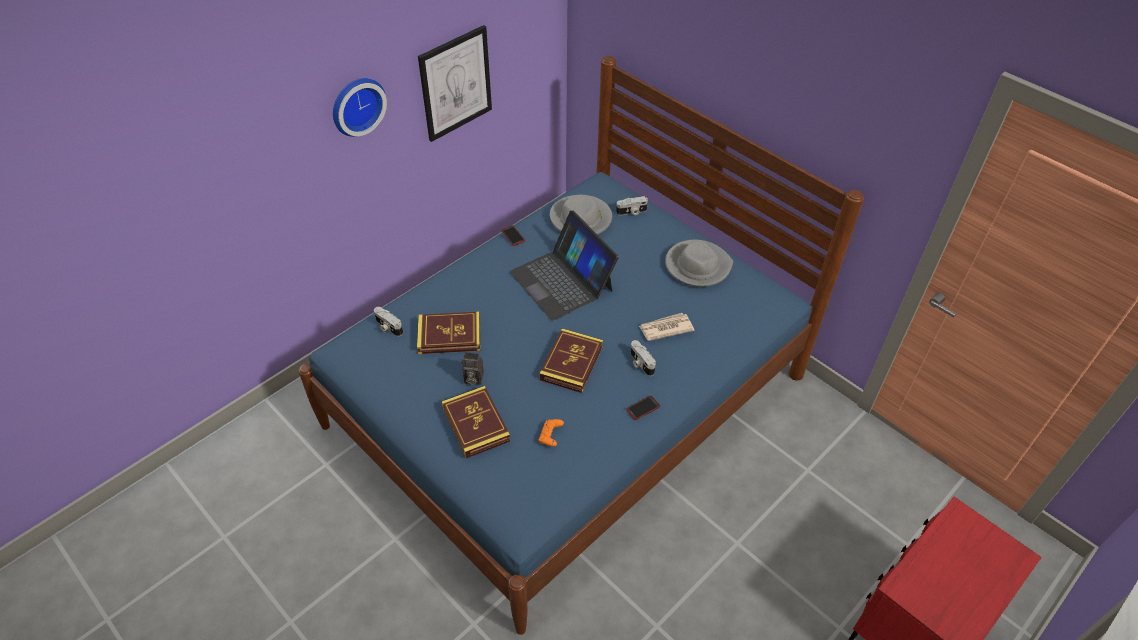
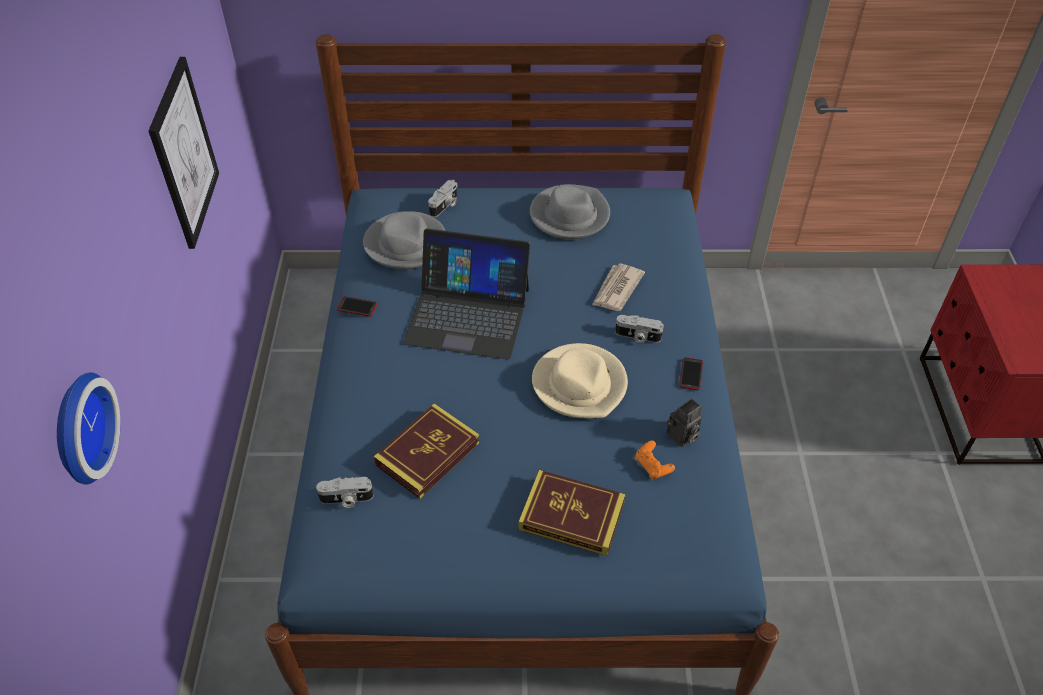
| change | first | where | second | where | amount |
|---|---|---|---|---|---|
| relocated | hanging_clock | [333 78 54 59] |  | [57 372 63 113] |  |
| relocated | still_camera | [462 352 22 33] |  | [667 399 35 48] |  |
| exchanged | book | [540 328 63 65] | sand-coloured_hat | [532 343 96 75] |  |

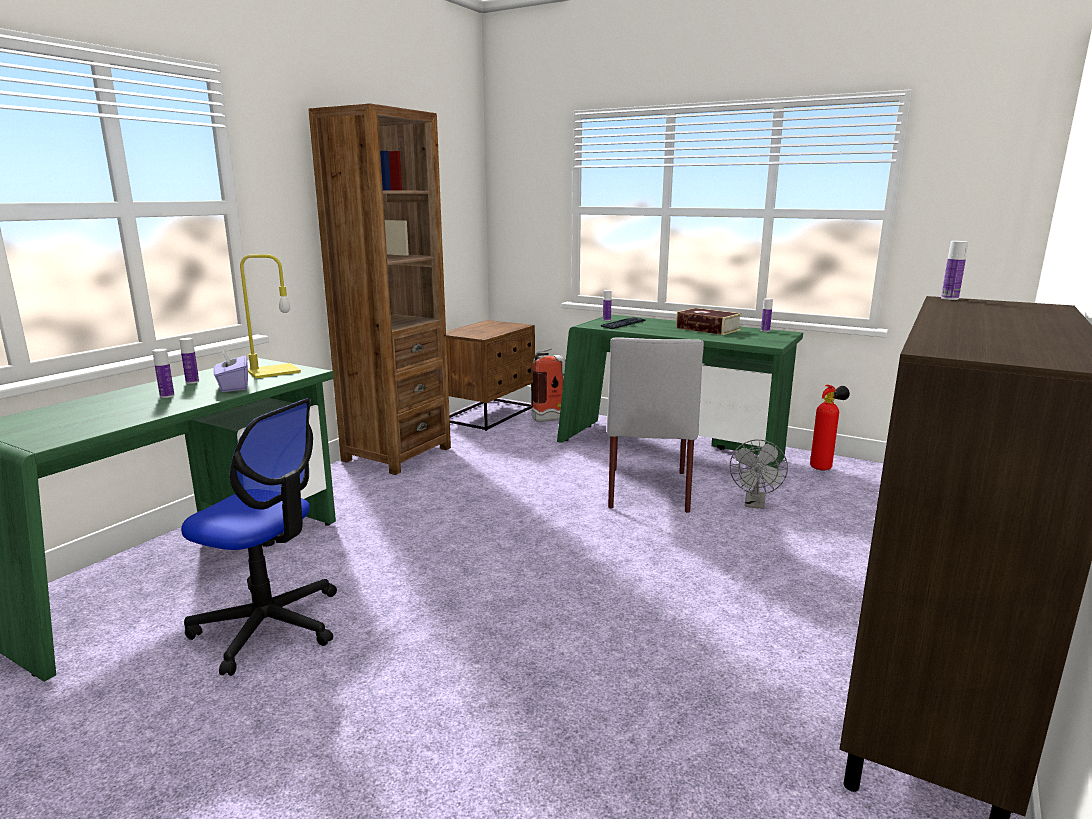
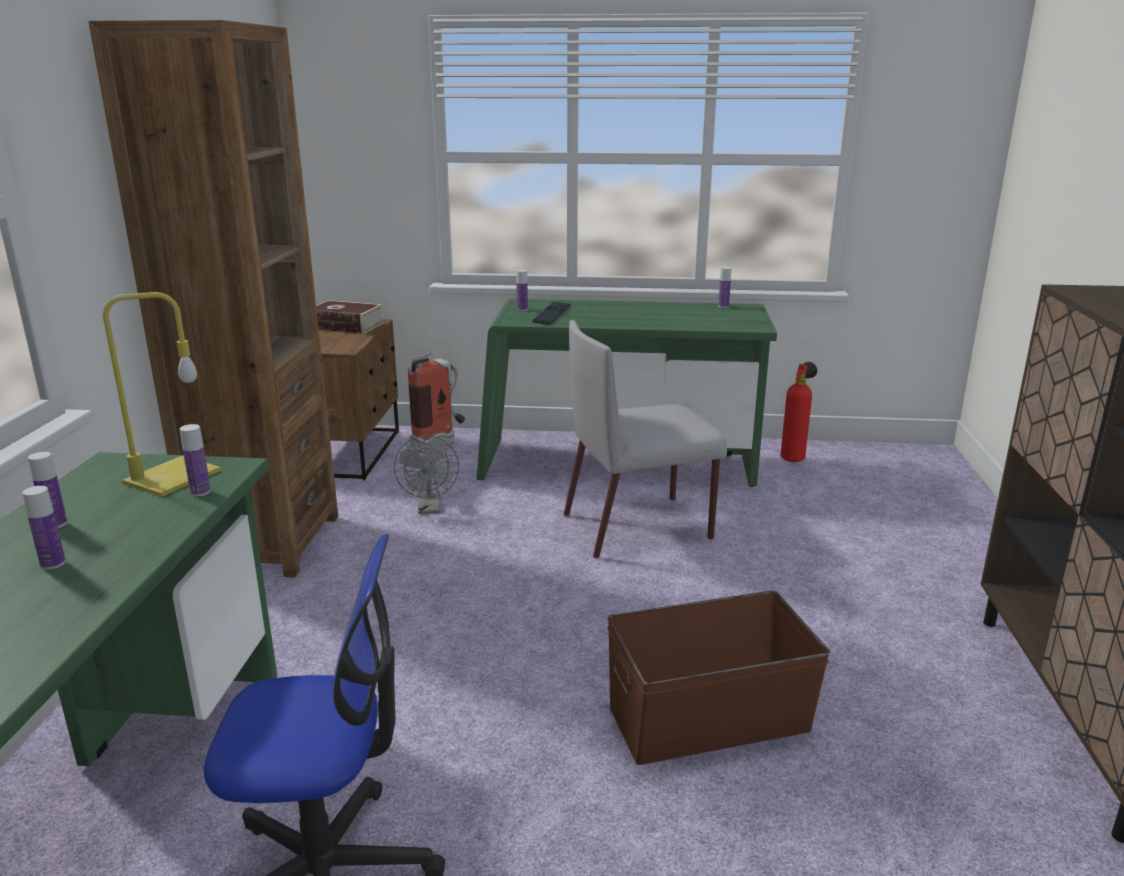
| change | first | where | second | where | amount |
|---|---|---|---|---|---|
| missing | purple_tissue_box | [213 349 35 43] |  |  |  |
| appeared |  |  | brownish_storage_bin | [607 591 223 174] |  |
| relocated | book | [676 308 66 27] |  | [316 300 68 34] |  |
| relocated | gray_cooling_fan | [730 440 58 69] |  | [394 435 65 79] |  |
| relocated | drink_bottle | [941 241 27 59] |  | [180 424 31 72] |  |
| spun | gray_chair | [606 337 98 176] |  | [564 320 163 239] | 90 degrees clockwise |

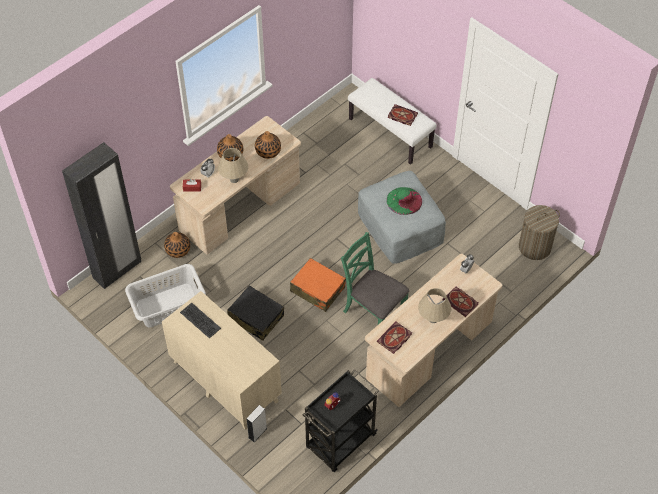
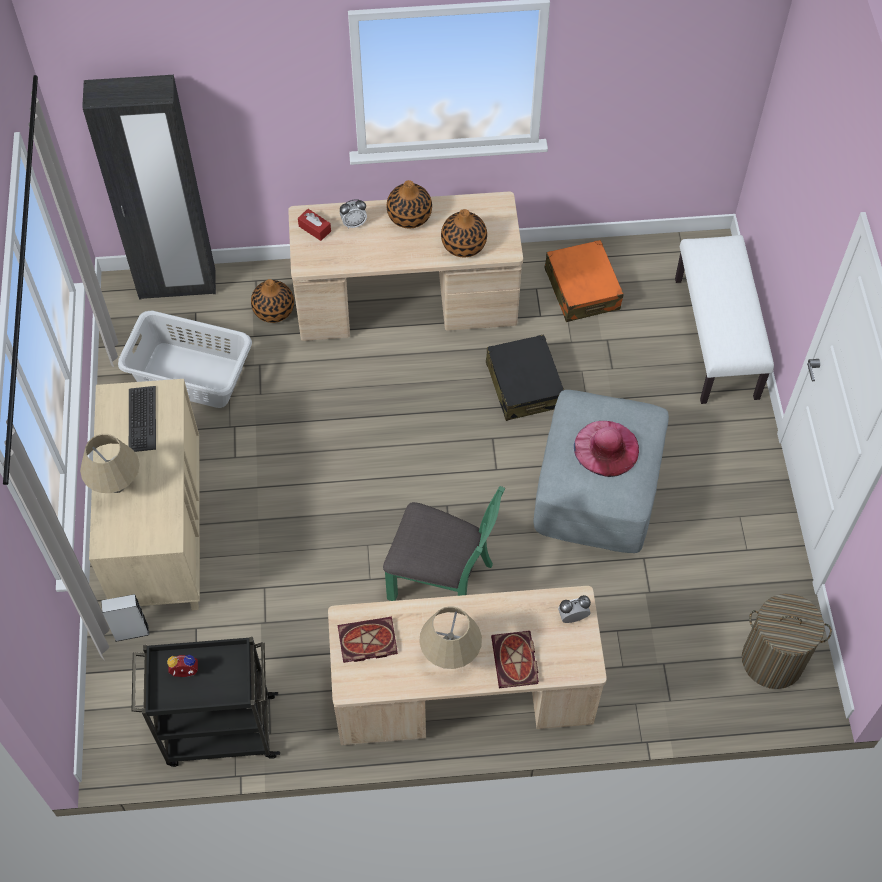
| change | first | where | second | where | amount |
|---|---|---|---|---|---|
| missing | book | [388 104 30 22] |  |  |  |
| relocated | sand-coloured_table_lamp | [218 148 30 35] |  | [80 434 60 59] |  |
| relocated | black-coloured_piece_of_luggage | [227 285 57 56] |  | [486 335 78 86] |  |
| relocated | orangey_piece_of_luggage | [290 258 56 54] |  | [545 240 79 82] |  |
| colour | green-coloured_hat | [387 187 35 28] | pinkish_hat | [574 421 65 56] |  |
| spun | green-coloured_chair | [341 232 68 93] |  | [383 486 122 115] | 120 degrees clockwise |

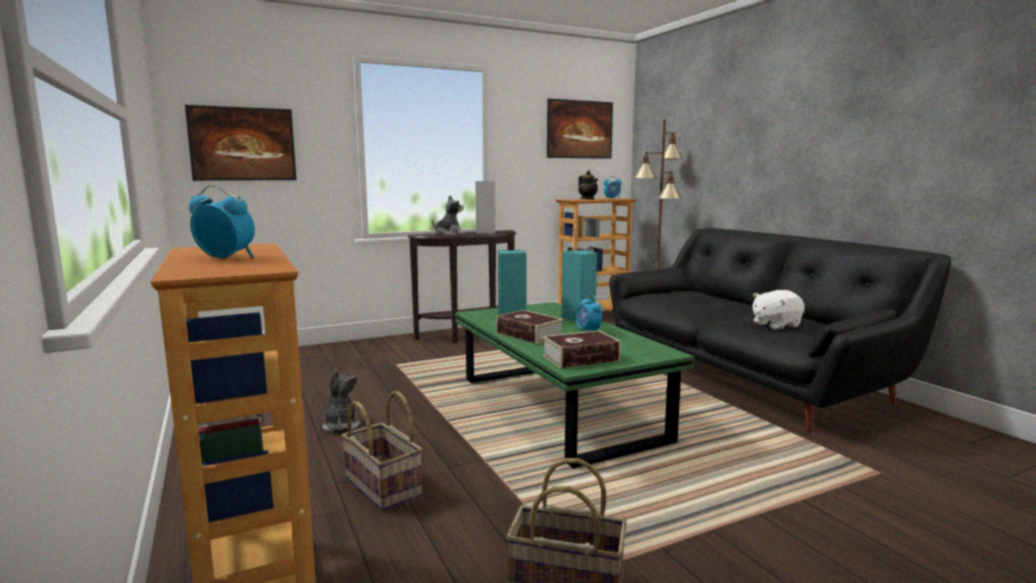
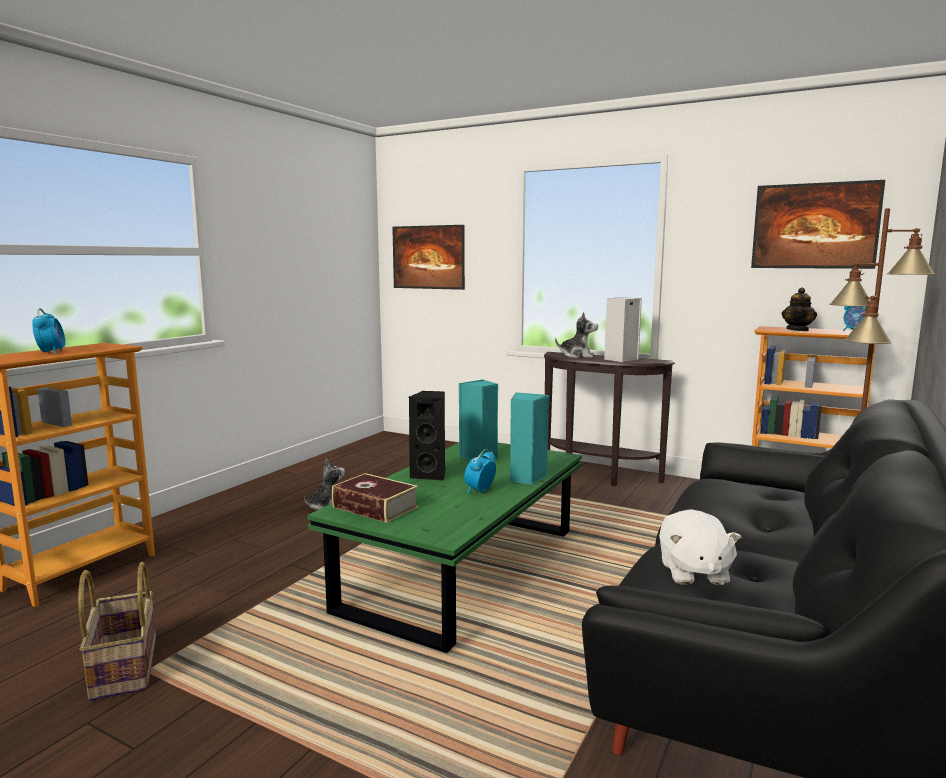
| change | first | where | second | where | amount |
|---|---|---|---|---|---|
| missing | storage_basket | [341 391 81 120] |  |  |  |
| exchanged | book | [496 310 68 34] | black-coloured_audio_speaker | [409 391 36 89] |  |
| spun | white_soft_toy | [752 290 53 40] |  | [659 509 82 76] | 120 degrees counterclockwise |

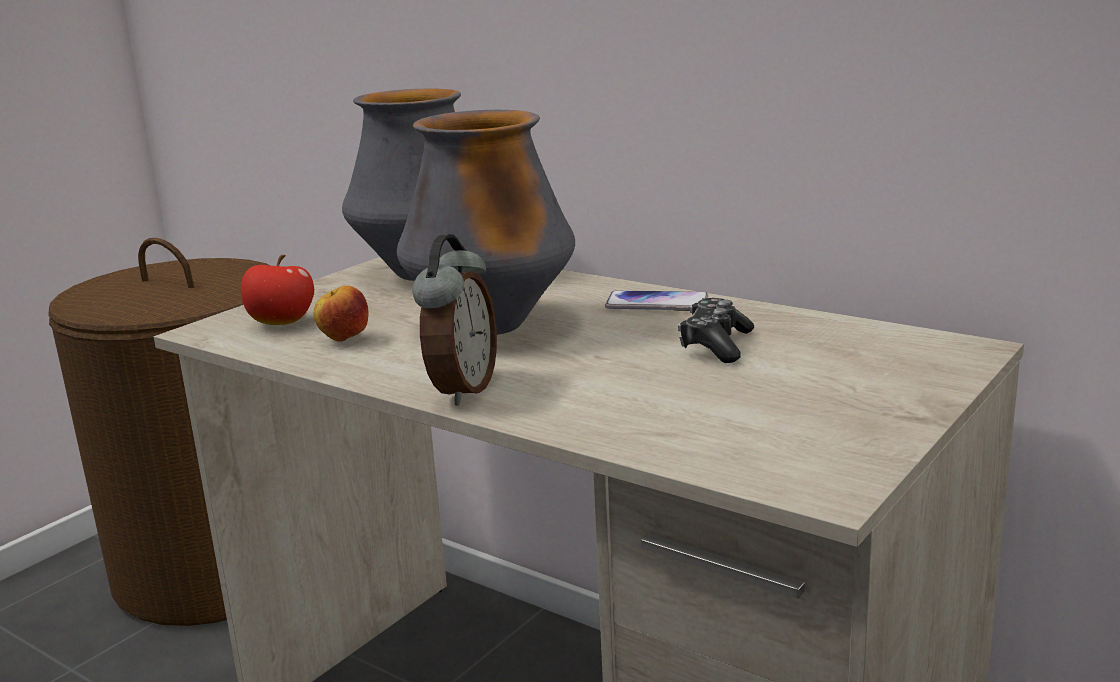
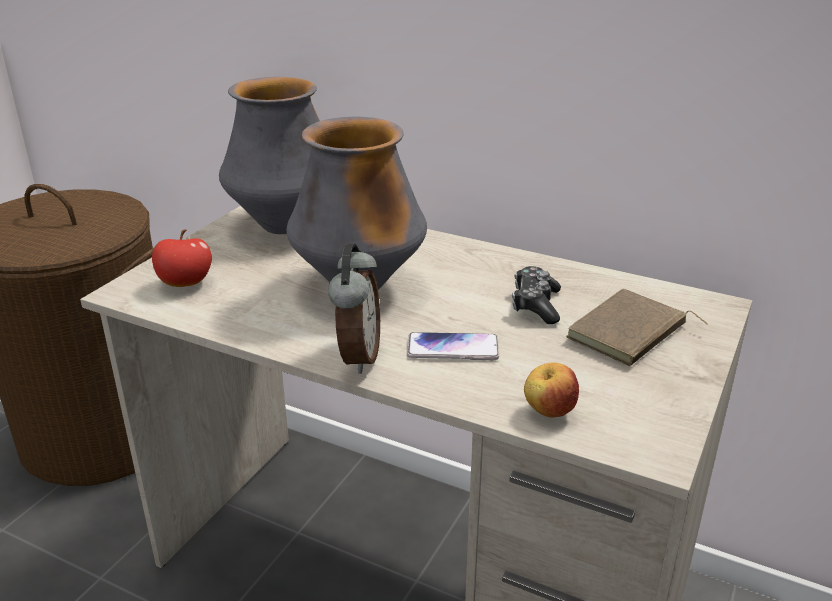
| change | first | where | second | where | amount |
|---|---|---|---|---|---|
| appeared |  |  | brownish_book | [566 288 142 78] |  |
| relocated | apple | [313 285 55 57] |  | [524 362 55 56] |  |
| relocated | handset | [605 291 103 20] |  | [407 332 92 28] |  |

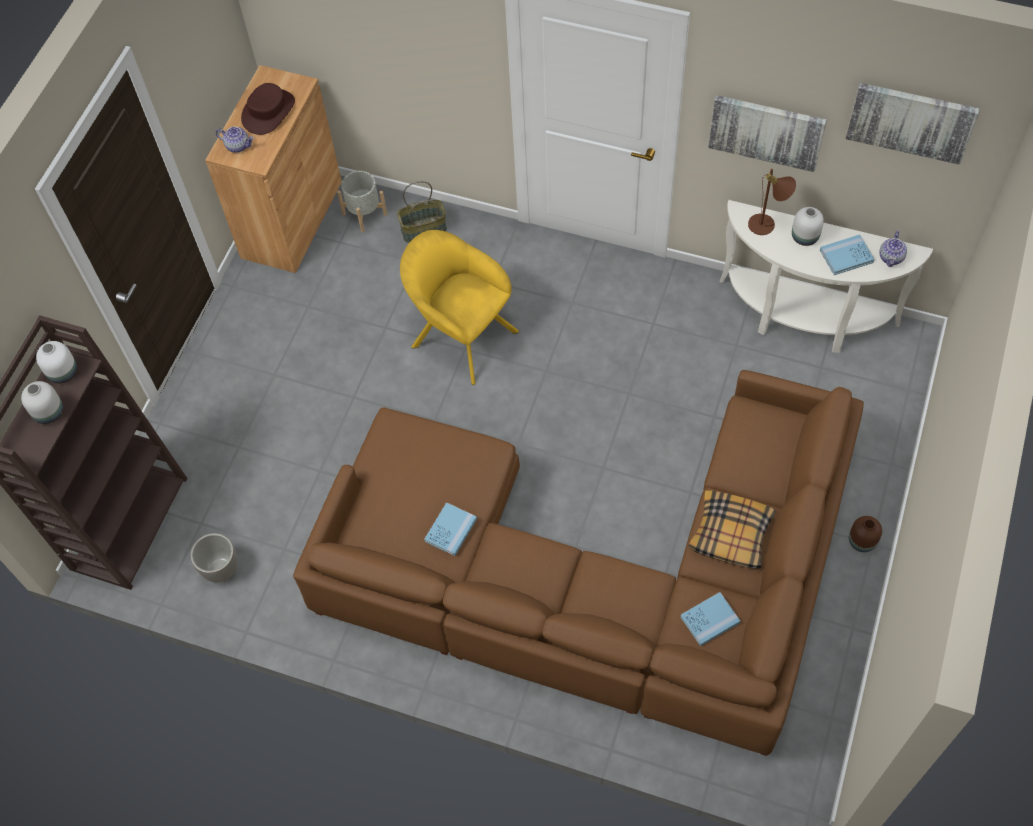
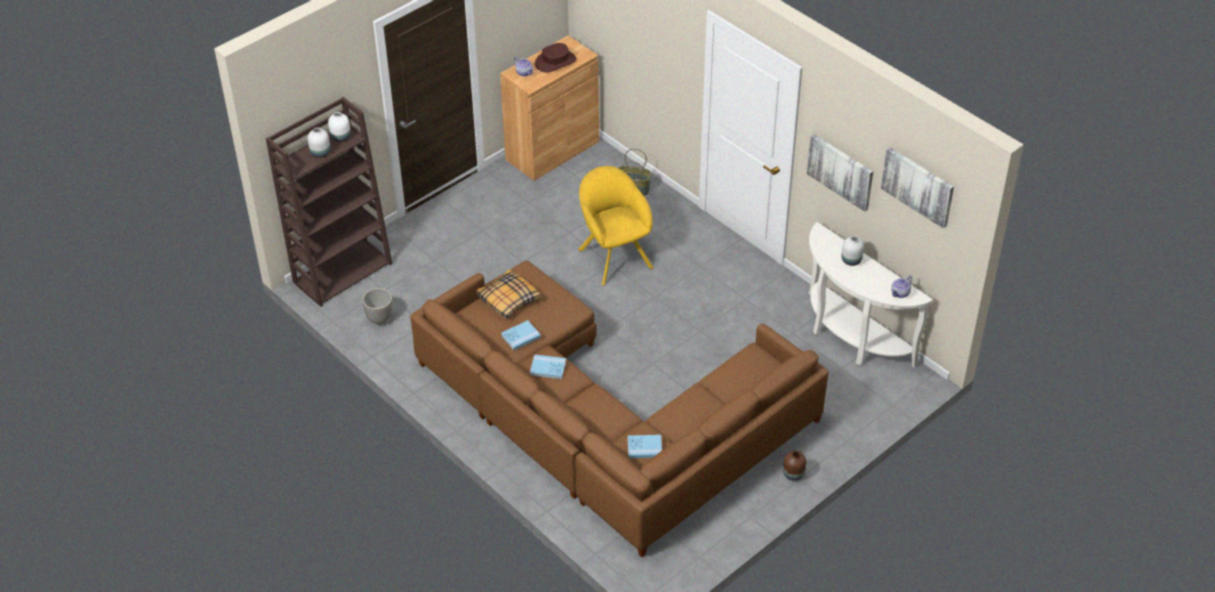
| change | first | where | second | where | amount |
|---|---|---|---|---|---|
| missing | gray_planter | [337 171 50 61] |  |  |  |
| missing | brownish_table_lamp | [748 169 48 66] |  |  |  |
| relocated | cushion | [688 491 88 78] |  | [476 270 65 49] |  |
| relocated | bluish_book | [820 235 55 40] |  | [530 354 36 25] |  |

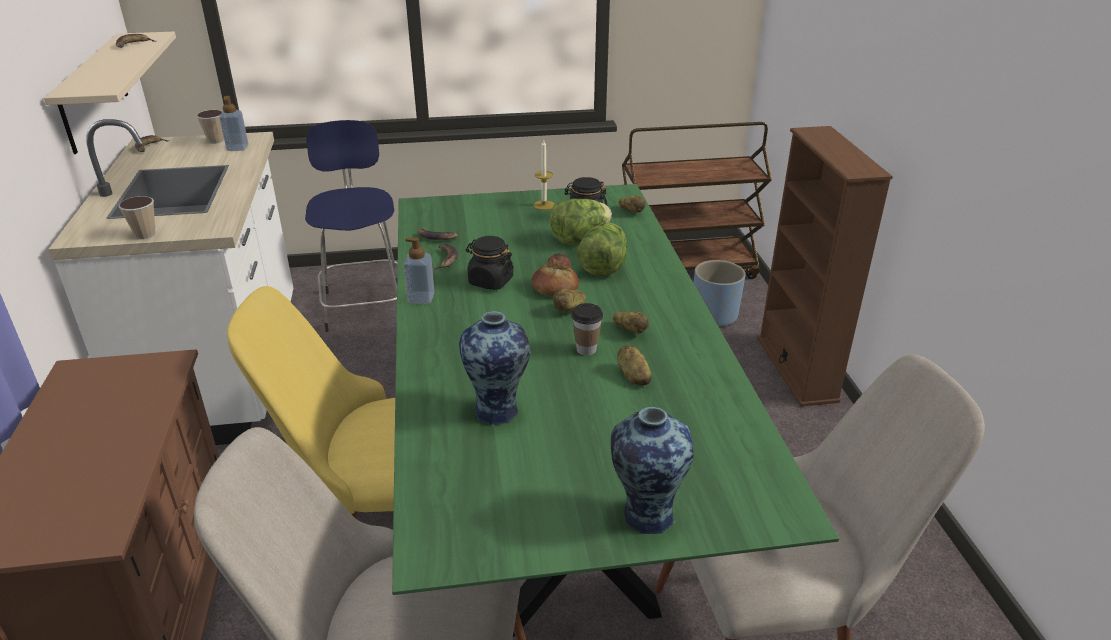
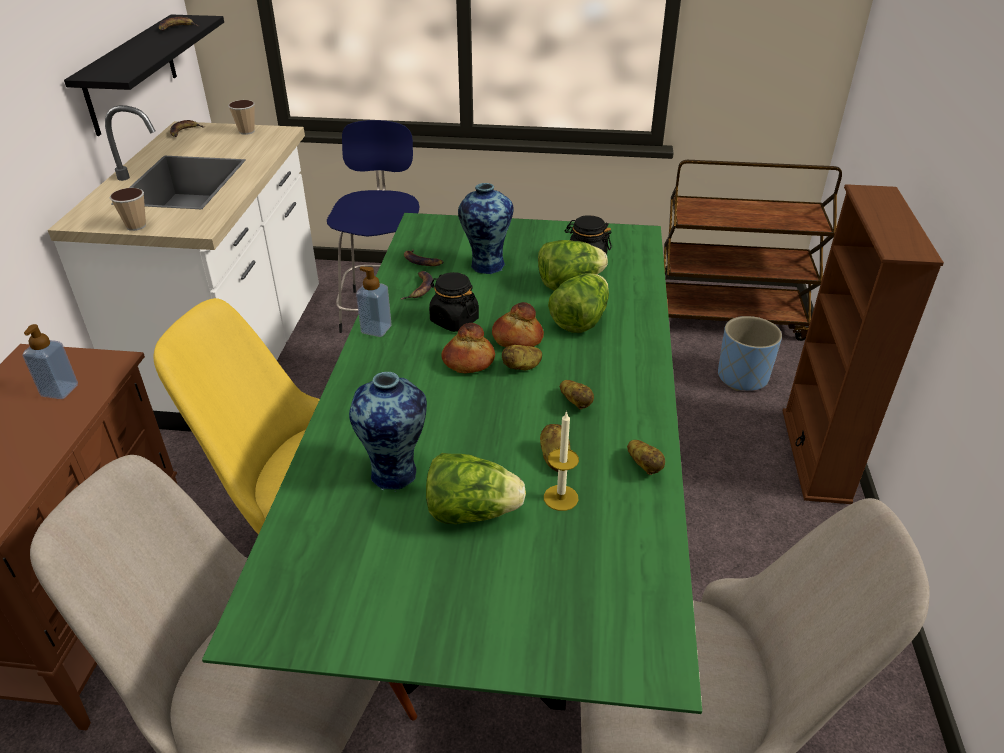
| change | first | where | second | where | amount |
|---|---|---|---|---|---|
| missing | drinking_cup | [571 303 32 53] |  |  |  |
| appeared |  |  | lettuce_head | [426 453 100 71] |  |
| appeared |  |  | baked_bread | [441 323 54 50] |  |
| relocated | soap_bottle | [219 96 30 55] |  | [22 324 56 75] |  |
| relocated | wax_light | [534 140 21 70] |  | [544 411 35 100] |  |
| relocated | decorative_vase | [611 407 83 127] |  | [458 183 56 91] |  |
| relocated | potato | [618 196 28 17] |  | [627 440 38 35] |  |
| colour | sand-coloured_shelf | [44 32 132 122] | black-coloured_shelf | [64 15 160 121] |  |

